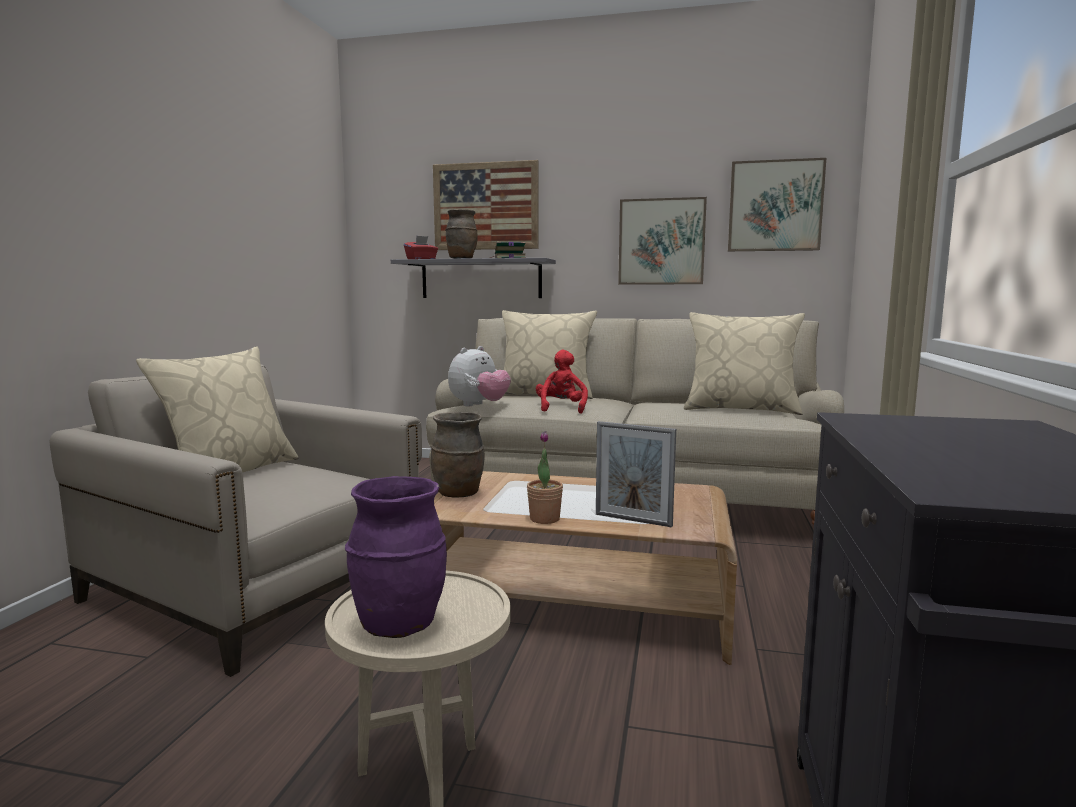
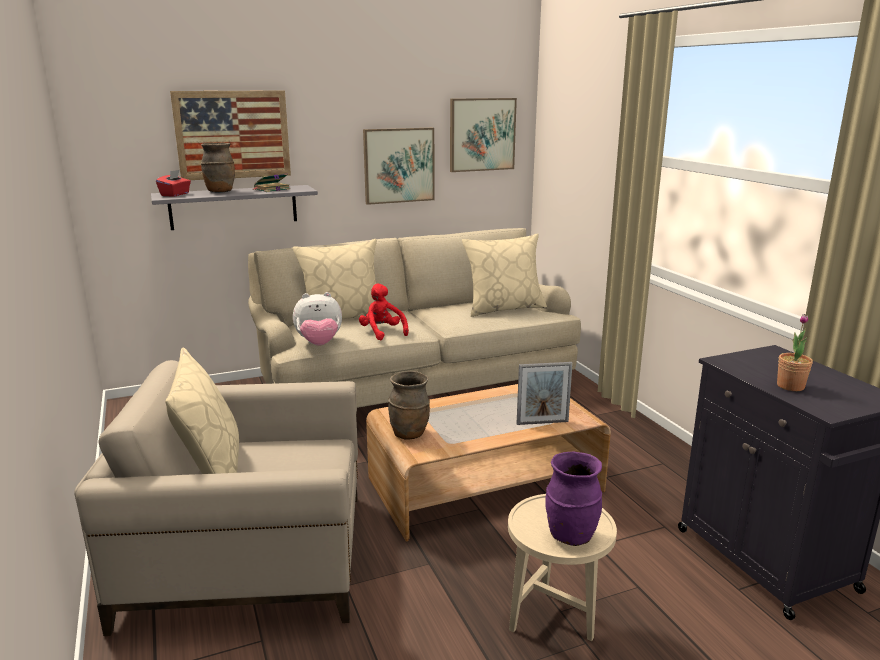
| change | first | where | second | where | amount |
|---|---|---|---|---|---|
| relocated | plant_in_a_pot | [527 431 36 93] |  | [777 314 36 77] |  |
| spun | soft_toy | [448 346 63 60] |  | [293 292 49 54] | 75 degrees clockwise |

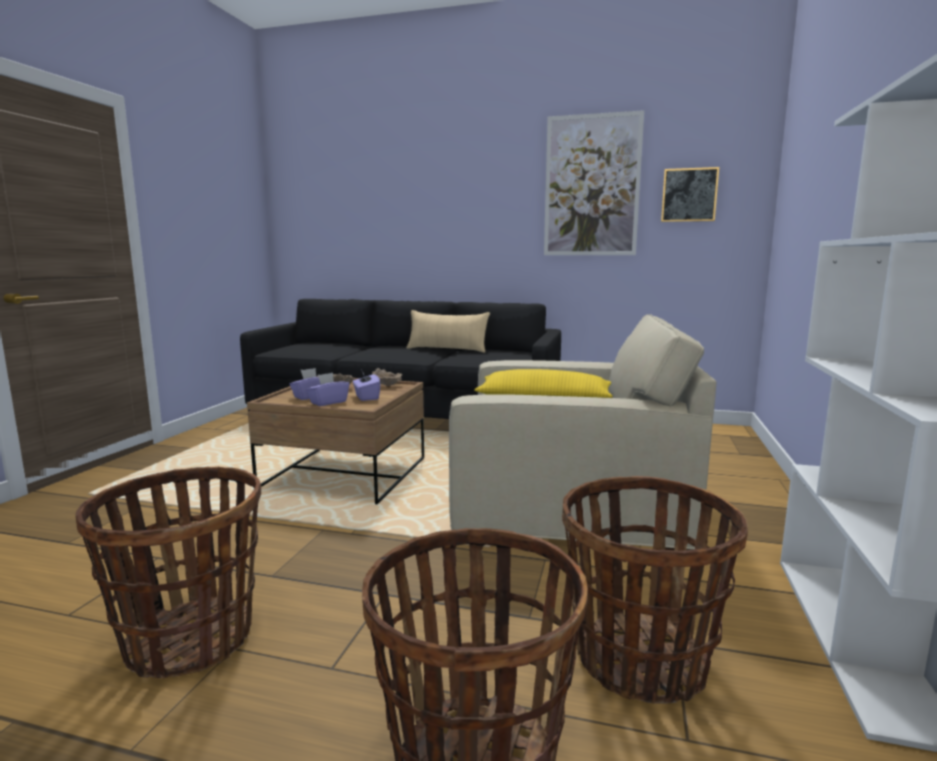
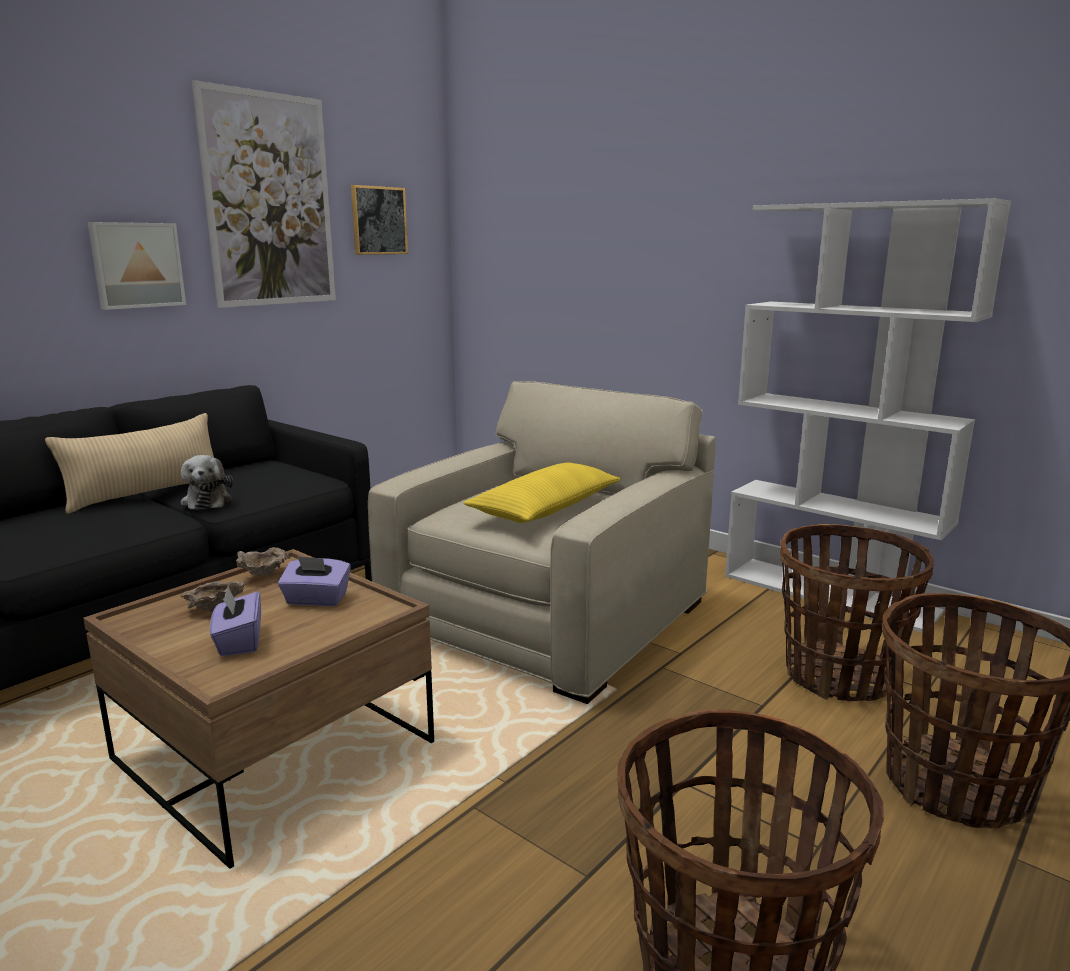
| change | first | where | second | where | amount |
|---|---|---|---|---|---|
| missing | purple_tissue_box | [306 373 43 33] |  |  |  |
| appeared |  |  | wall_picture | [87 222 99 88] |  |
| appeared |  |  | soft_toy | [181 455 52 55] |  |

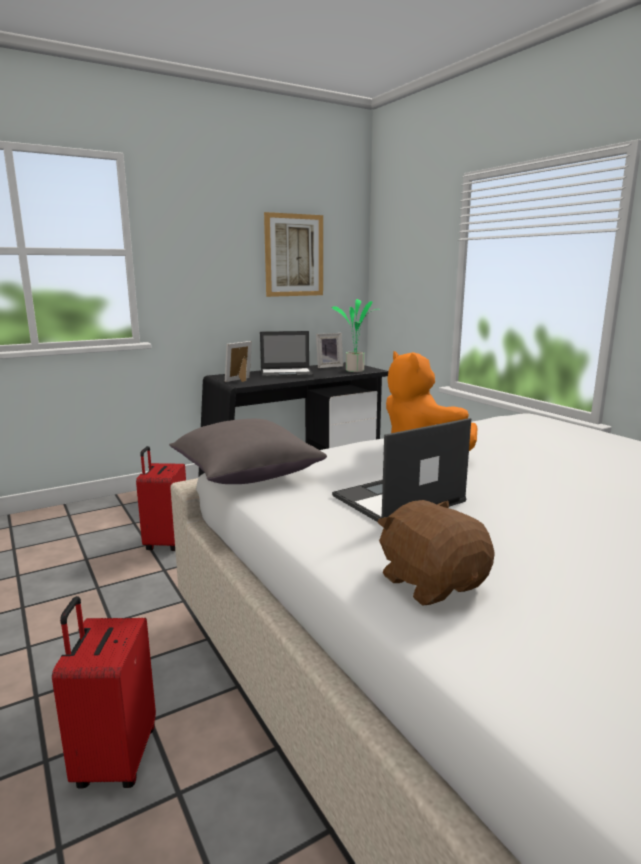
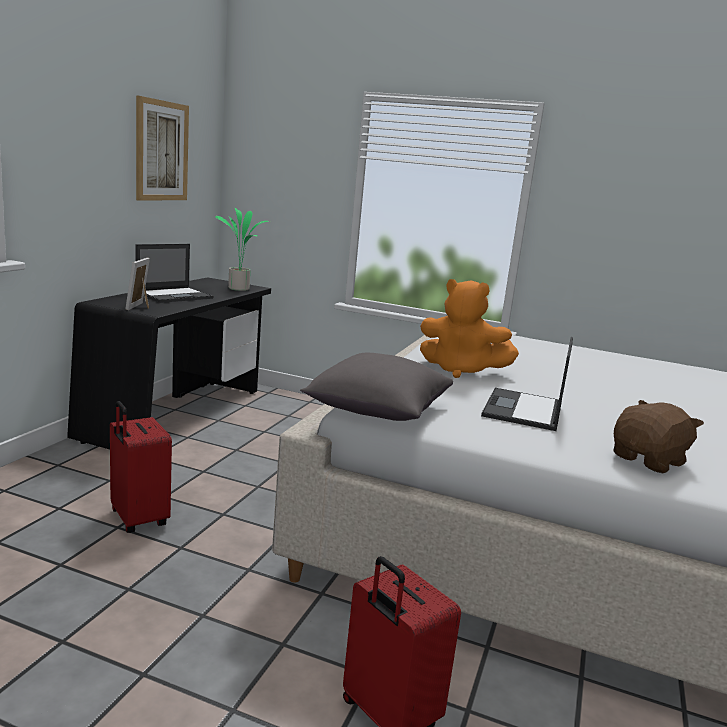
| change | first | where | second | where | amount |
|---|---|---|---|---|---|
| missing | photo_frame | [316 333 27 35] |  |  |  |
| spun | brownish_soft_toy | [377 500 118 106] |  | [613 400 91 74] | 120 degrees clockwise |

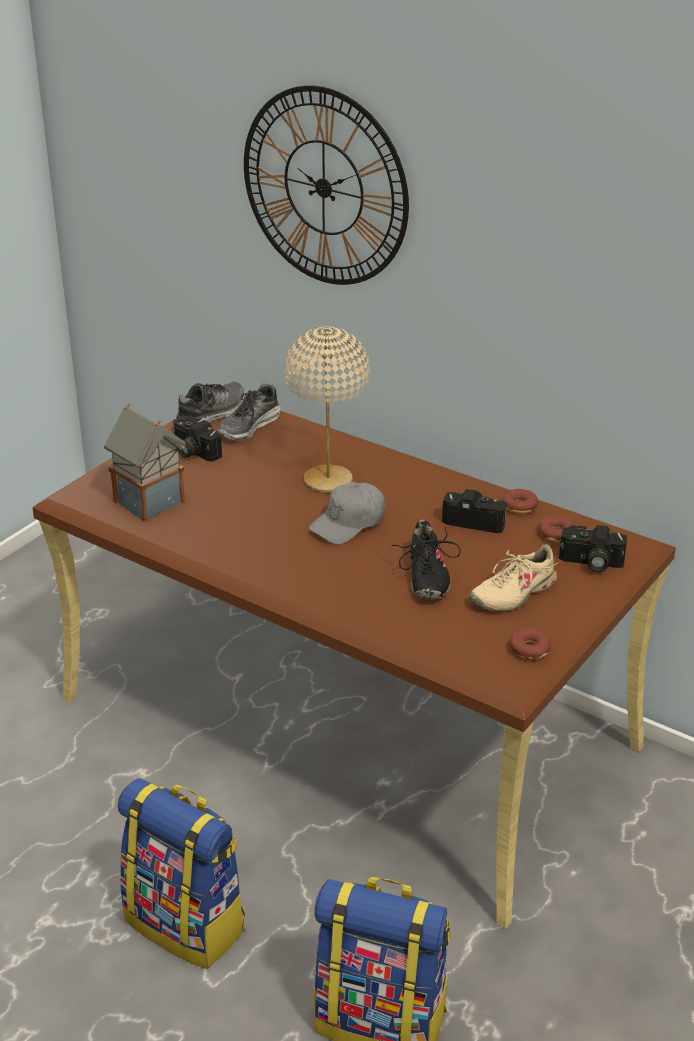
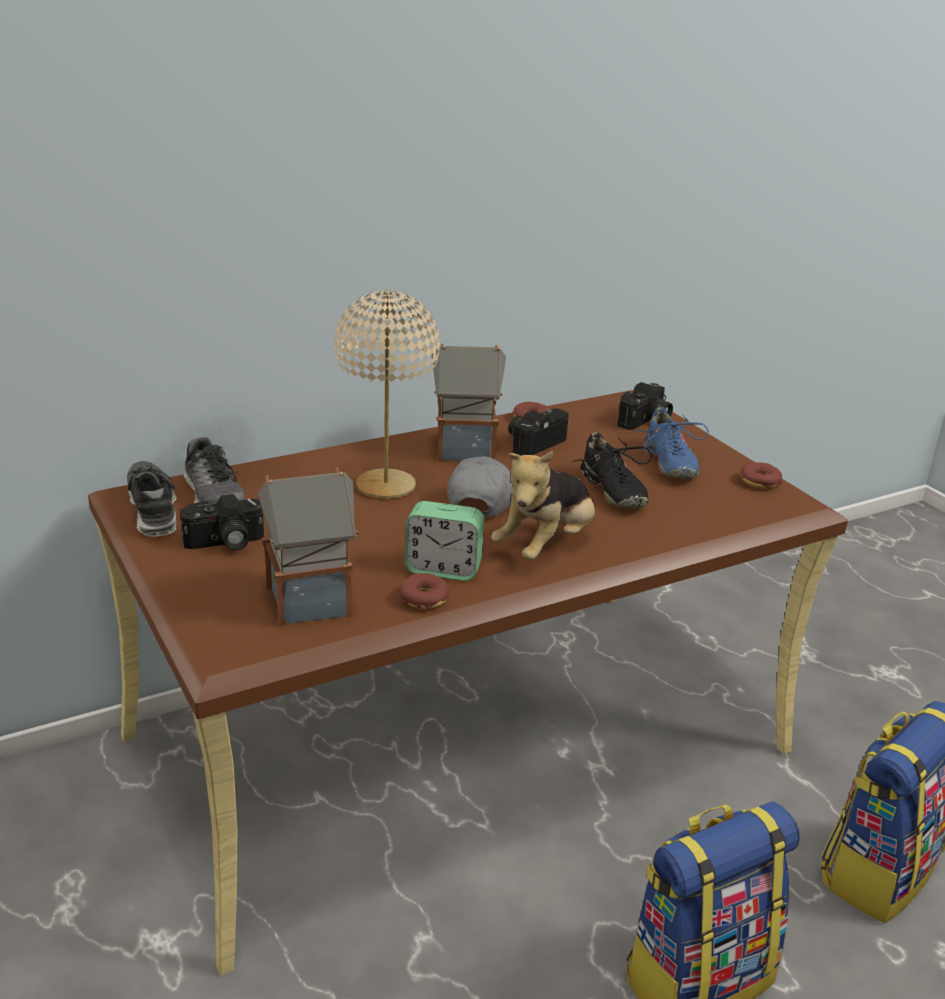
| change | first | where | second | where | amount |
|---|---|---|---|---|---|
| missing | hanging_clock | [244 85 165 200] |  |  |  |
| appeared |  |  | alarm_clock | [405 501 79 80] |  |
| appeared |  |  | toy_house | [432 343 74 119] |  |
| appeared |  |  | soft_toy | [491 451 104 109] |  |
| relocated | ring_doughnut | [539 516 36 27] |  | [400 573 49 38] |  |
| colour | sand-coloured_shoe | [469 544 90 67] | bluish_shoe | [633 407 76 72] |  |
| spun | gray_peaked_cap | [308 482 77 63] |  | [447 456 66 61] | 150 degrees counterclockwise |
| spun | black-coloured_shoe | [392 520 69 79] |  | [572 432 80 76] | 45 degrees clockwise |

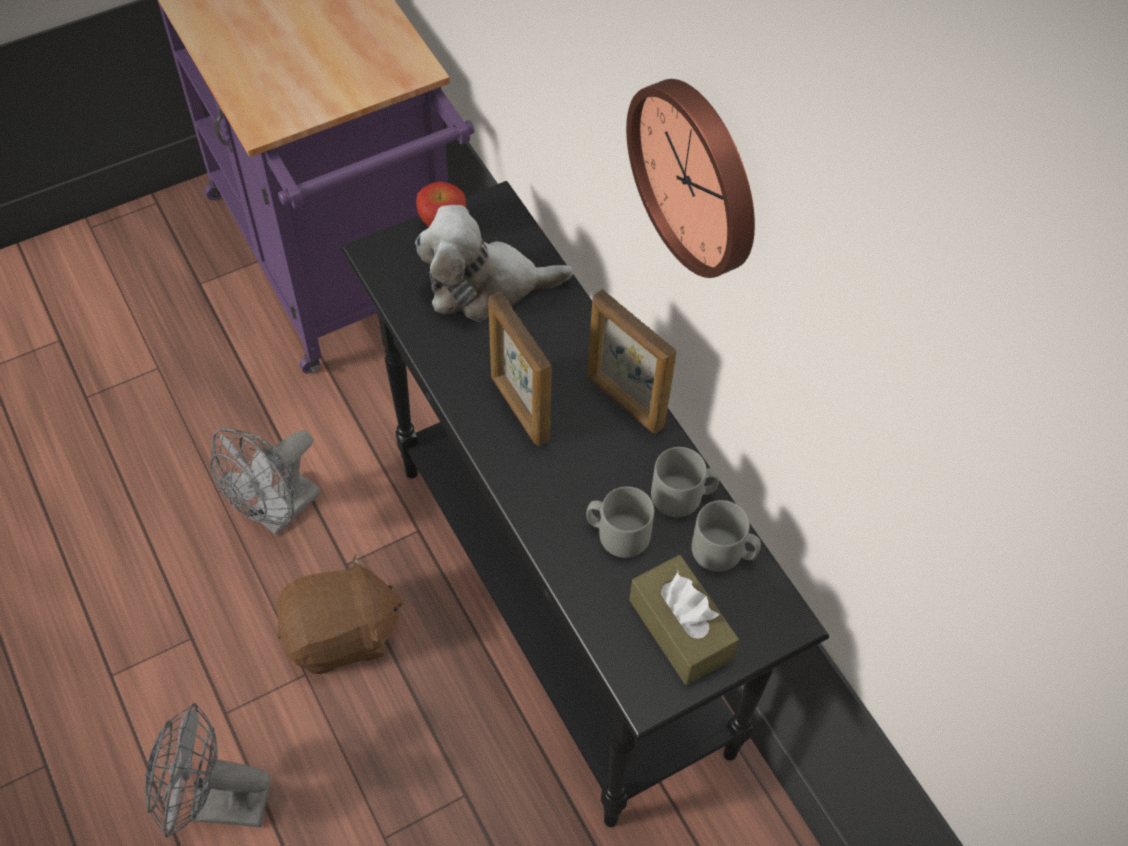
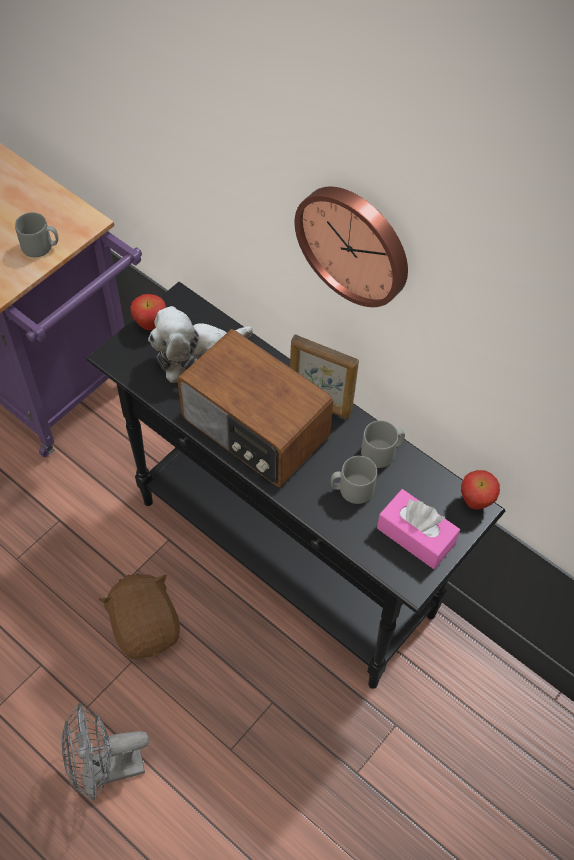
| change | first | where | second | where | amount |
|---|---|---|---|---|---|
| missing | gray_cooling_fan | [210 428 111 107] |  |  |  |
| appeared |  |  | apple | [461 470 39 40] |  |
| relocated | gray_tea_mug | [691 500 70 72] |  | [15 212 43 45] |  |
| exchanged | photo_frame | [488 291 64 155] | radio_set | [177 329 156 158] |  |
| colour | brownish_tissue_box | [629 555 110 130] | pinkish_tissue_box | [377 489 83 80] |  |
| spun | brownish_soft_toy | [277 553 127 121] |  | [98 573 82 86] | 75 degrees counterclockwise |

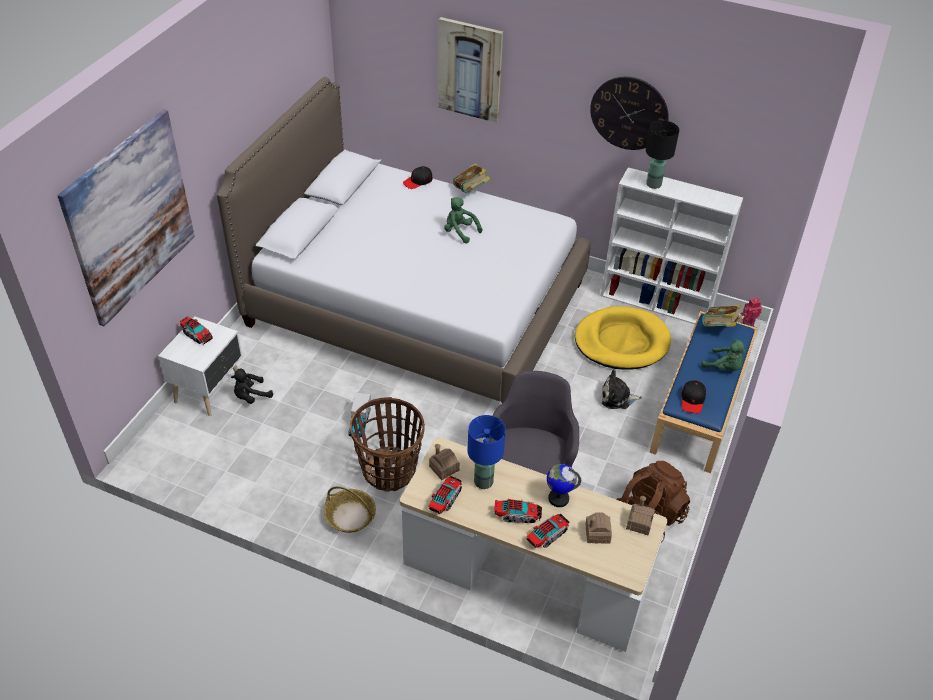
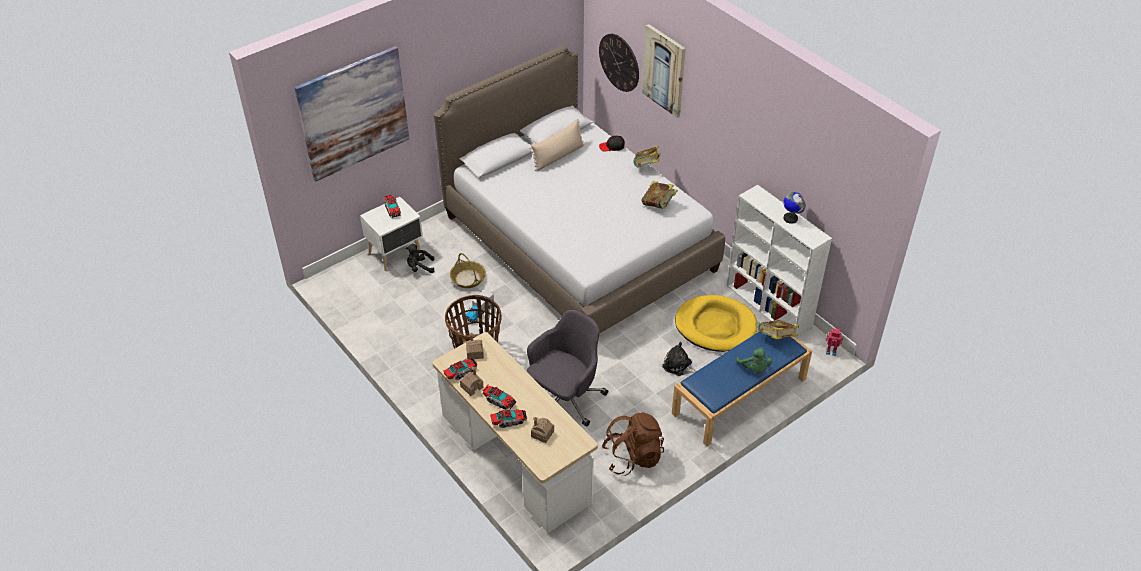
| change | first | where | second | where | amount |
|---|---|---|---|---|---|
| missing | green-coloured_soft_toy | [444 197 38 47] |  |  |  |
| missing | bluish_table_lamp | [468 415 38 74] |  |  |  |
| missing | black-coloured_table_lamp | [646 120 33 69] |  |  |  |
| missing | black-coloured_peaked_cap | [681 380 25 33] |  |  |  |
| appeared |  |  | sand-coloured_cushion | [529 119 56 52] |  |
| appeared |  |  | book | [642 181 36 28] |  |
| relocated | storage_basket | [324 486 52 47] |  | [450 253 36 35] |  |
| relocated | desk_globe | [547 464 34 43] |  | [783 192 23 32] |  |
| relocated | hanging_clock | [590 77 79 73] |  | [599 34 40 58] |  |
| relocated | toy_house | [626 496 29 39] |  | [460 367 23 29] |  |

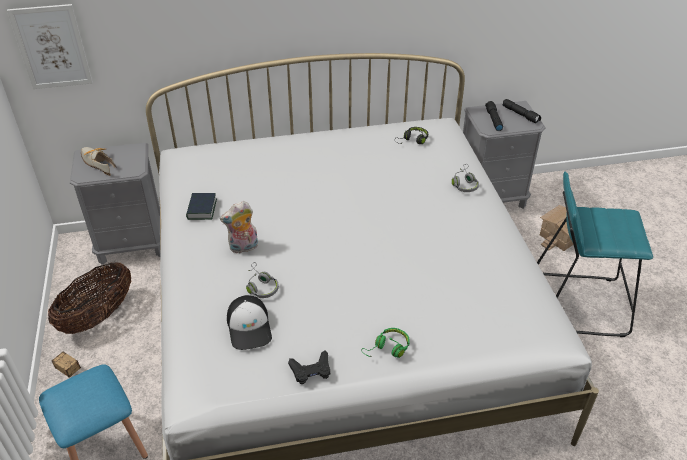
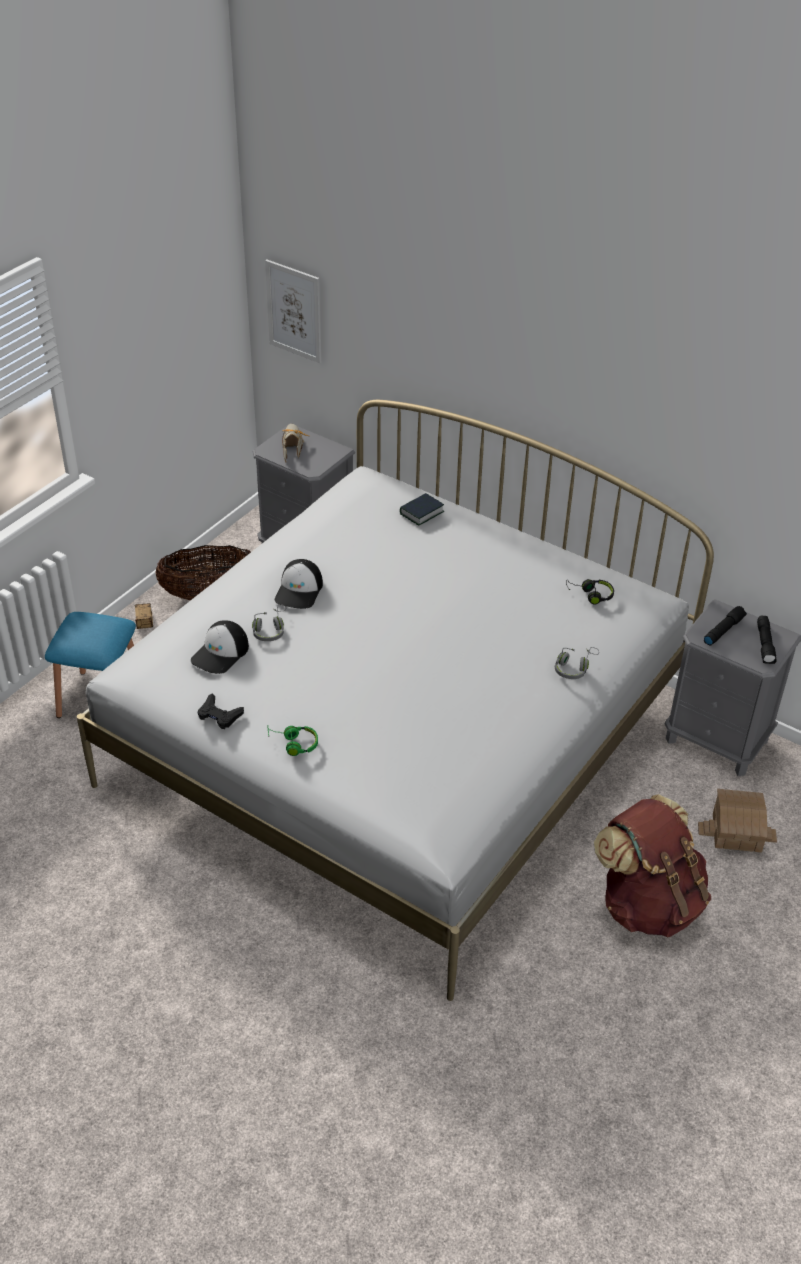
| change | first | where | second | where | amount |
|---|---|---|---|---|---|
| relocated | book | [186 193 31 27] |  | [400 493 44 33] |  |
| exchanged | soft_toy | [220 201 38 53] | peaked_cap | [274 559 49 50] |  |
| exchanged | blue-green_sitting_stool | [537 172 116 165] | brownish_backpack | [594 794 117 143] |  |

